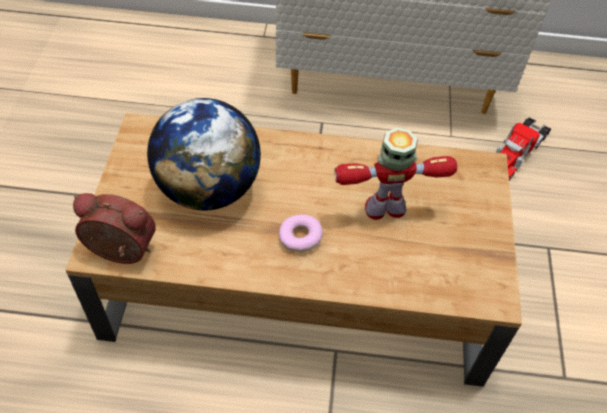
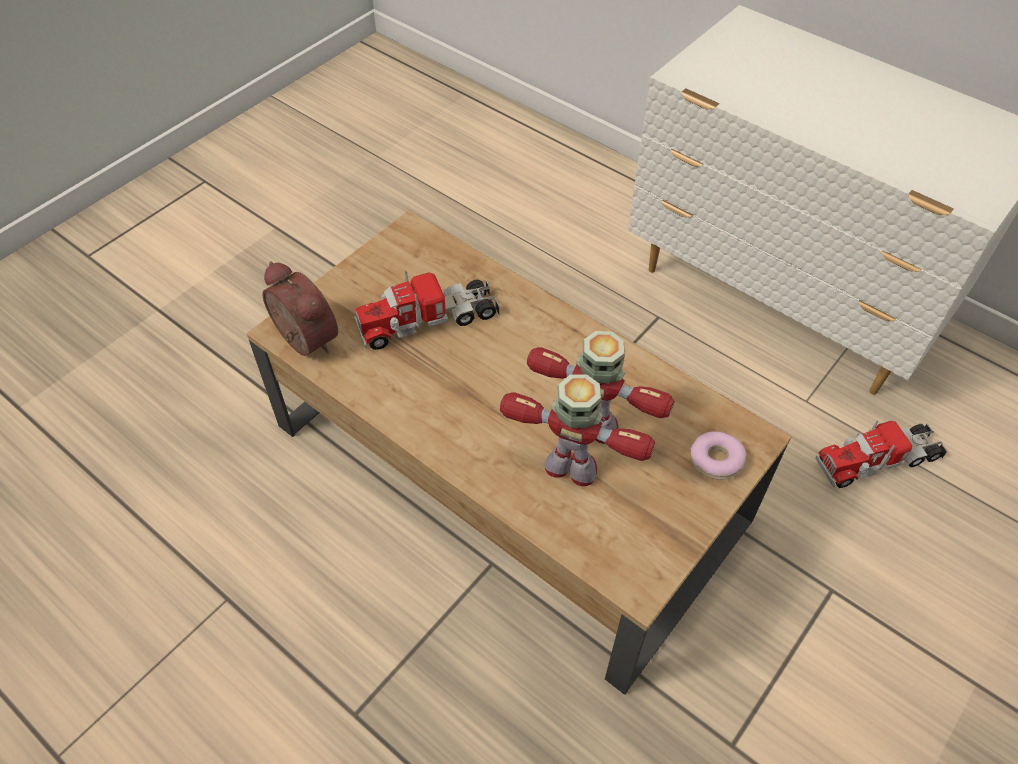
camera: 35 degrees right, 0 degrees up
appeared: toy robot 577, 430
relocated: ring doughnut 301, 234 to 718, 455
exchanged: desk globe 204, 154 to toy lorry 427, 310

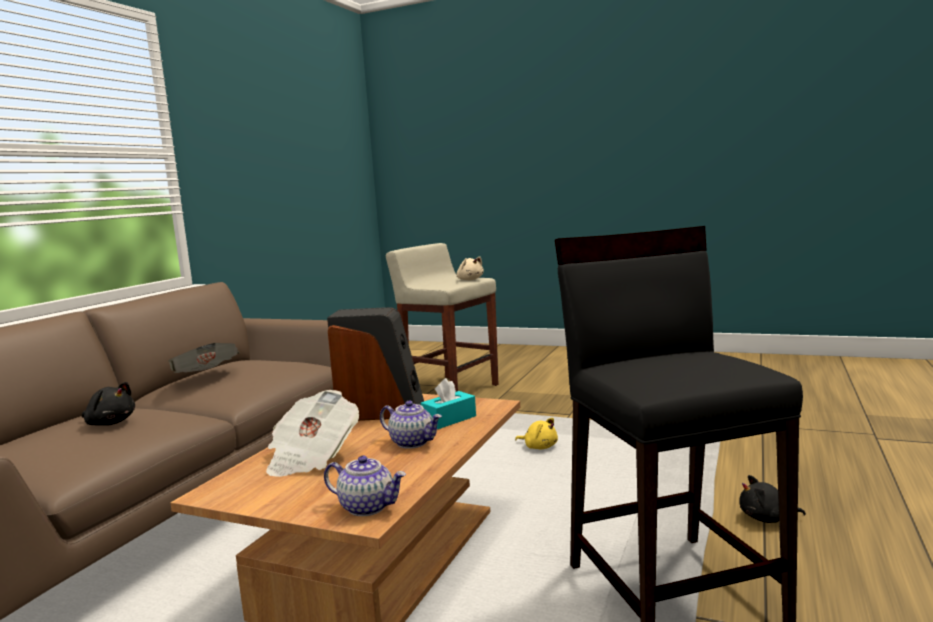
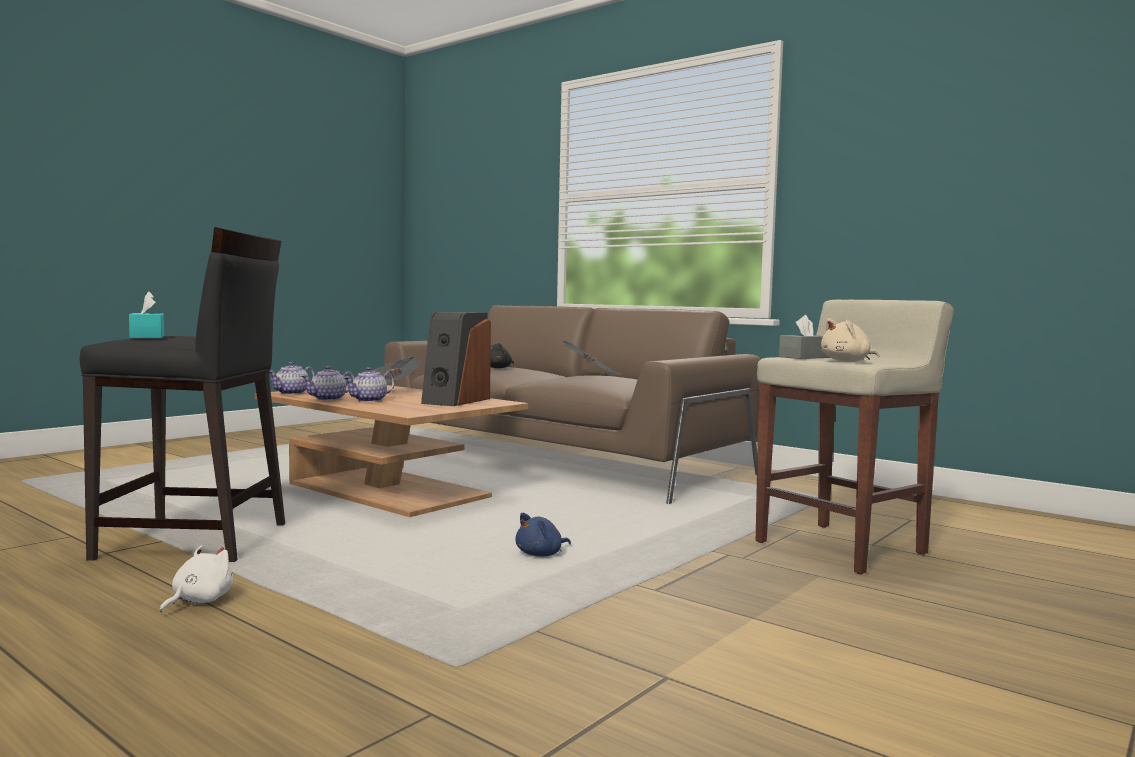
camera: 105 degrees right, 5 degrees down
appeared: pot for tea 328, 383; grey tissue holder 804, 337
relocated: blue-green tissue holder 448, 403 to 146, 314
colour: yellow soft toy 536, 433 to blue soft toy 543, 534; black-coloured soft toy 772, 499 to whitish soft toy 196, 578

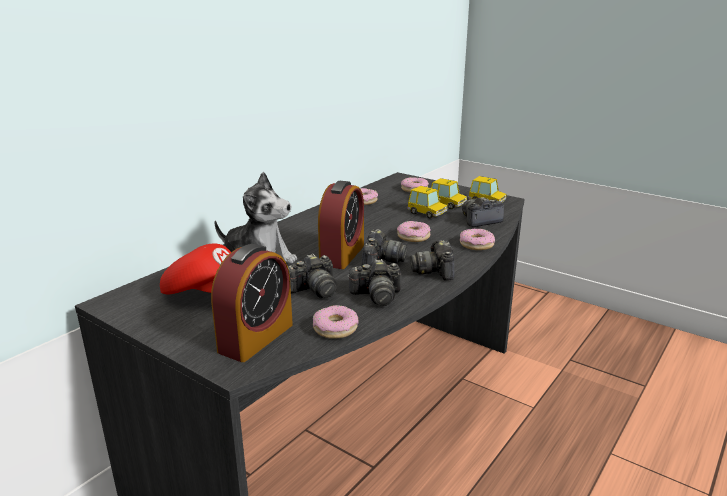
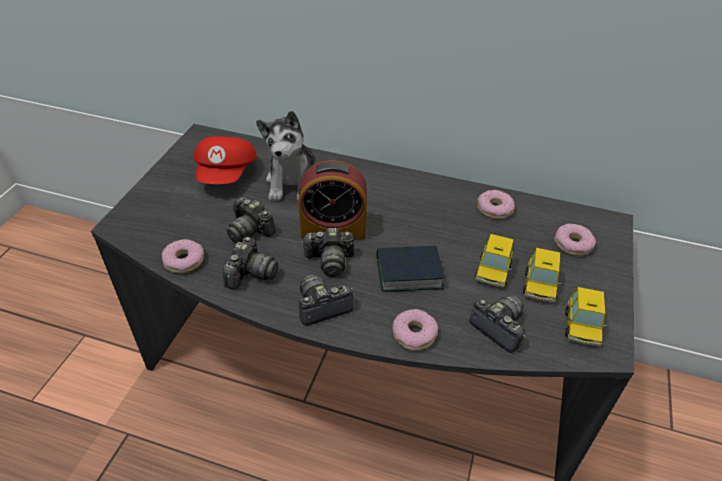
camera: 70 degrees right, 20 degrees up
missing: bedside clock 252, 303
exchanged: ring doughnut 413, 231 to book 410, 269
spun: photo camera 374, 282 = 250, 263 135 degrees counterclockwise

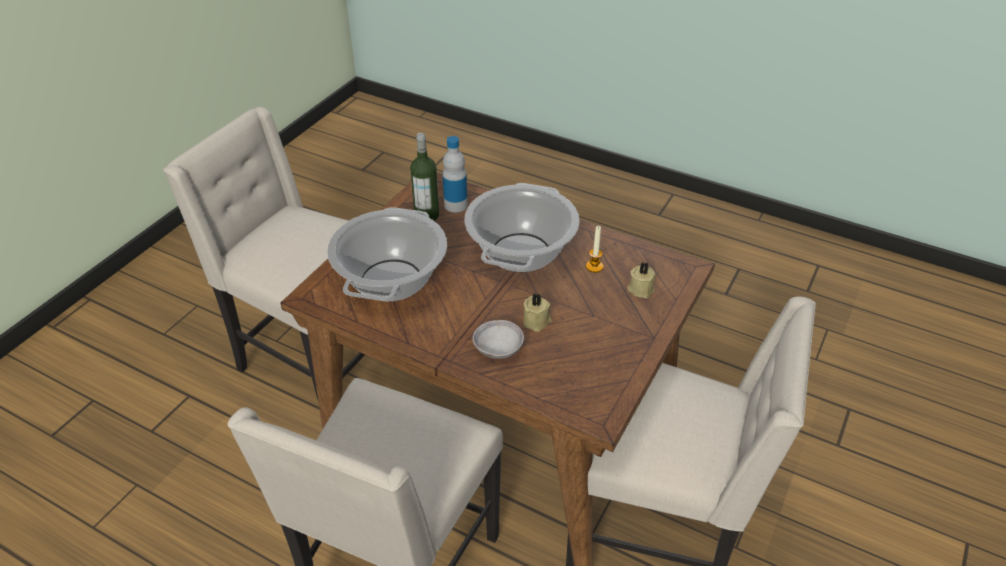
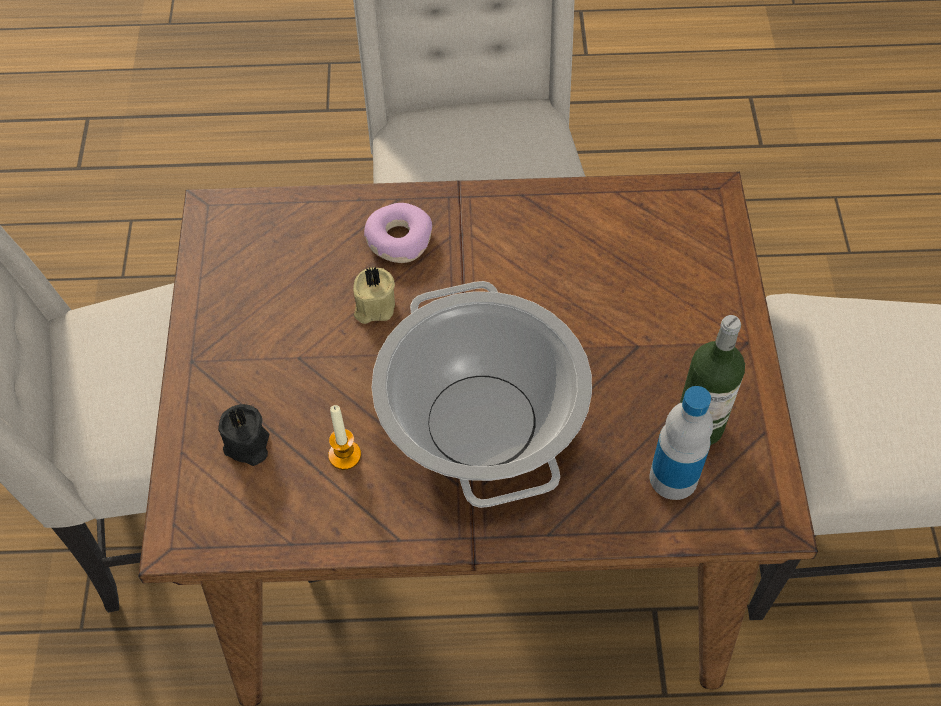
camera: 150 degrees right, 15 degrees up
missing: saucepot 387, 254
exchanged: grey deep dish 498, 339 to ring doughnut 398, 233
colour: beige-coloured candle 641, 280 to black-coloured candle 243, 435

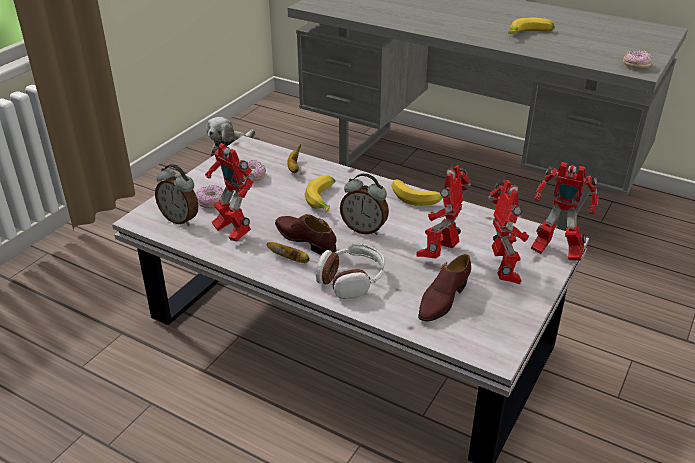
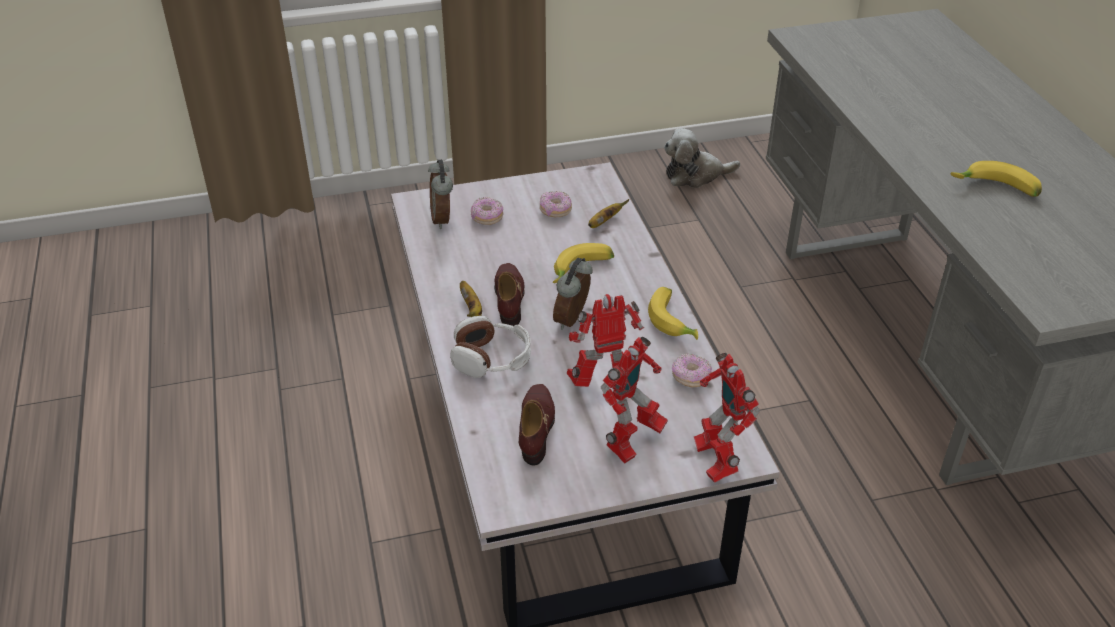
camera: 45 degrees right, 5 degrees up
missing: toy robot 229, 192
relocated: ring doughnut 637, 60 to 692, 370
spun: bedside clock 364, 204 = 573, 294 45 degrees clockwise; brown shoe 444, 287 = 537, 425 105 degrees clockwise

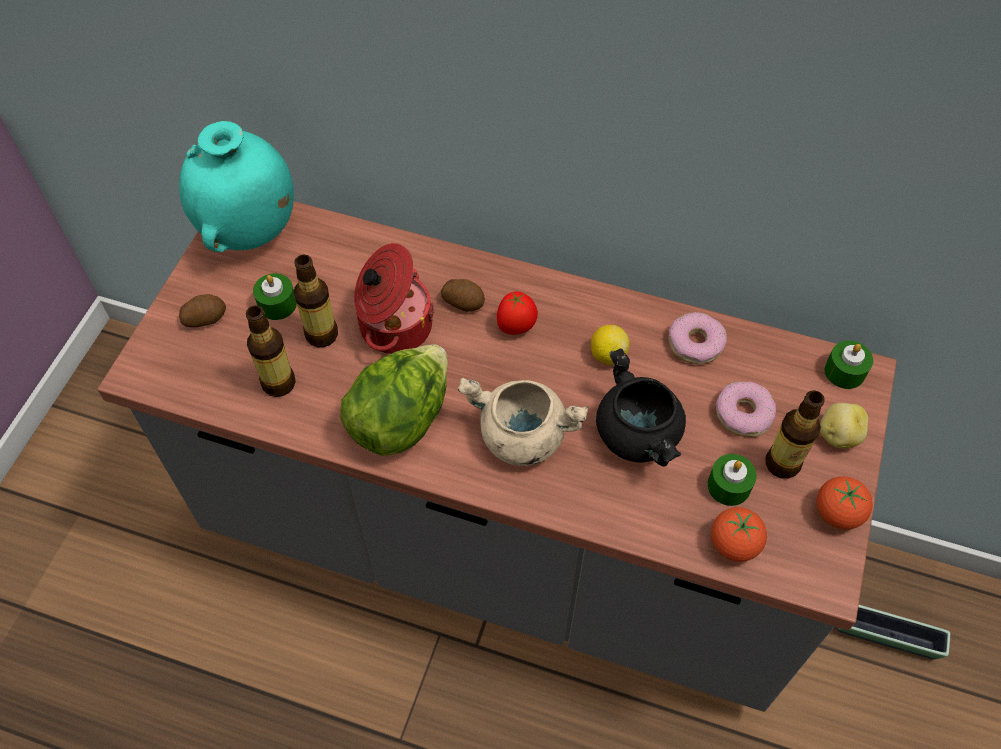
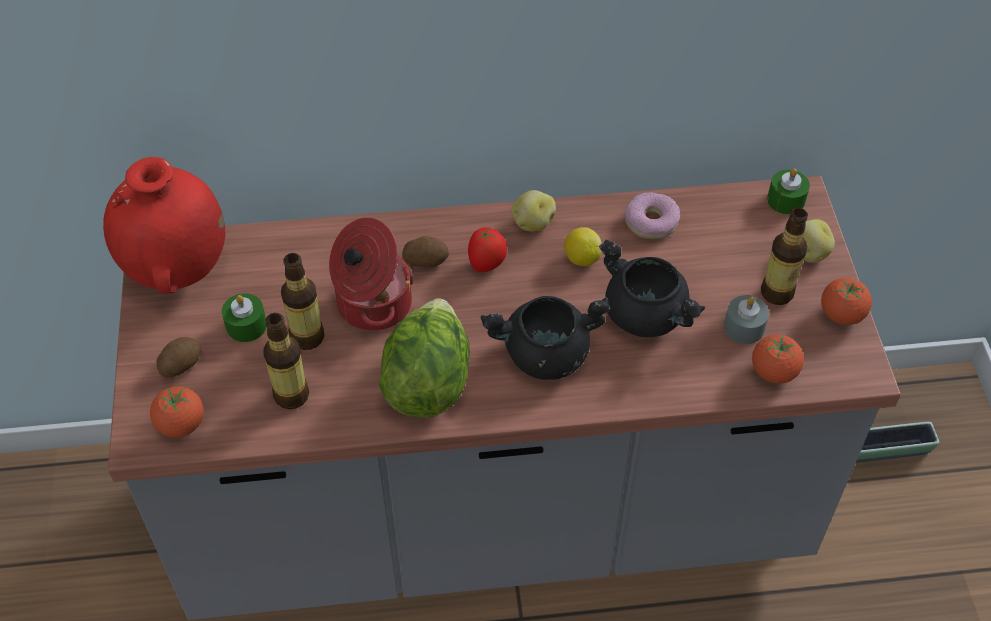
camera: 25 degrees left, 5 degrees down
missing: ring doughnut 746, 409
appeared: fresh tomato 177, 411; potato 533, 210
colour: blue-green flower vase 236, 186 to red flower vase 164, 225; beige-coloured saucepot 523, 422 to black-coloured saucepot 546, 338; green-coloured candle 732, 480 to grey candle 746, 319

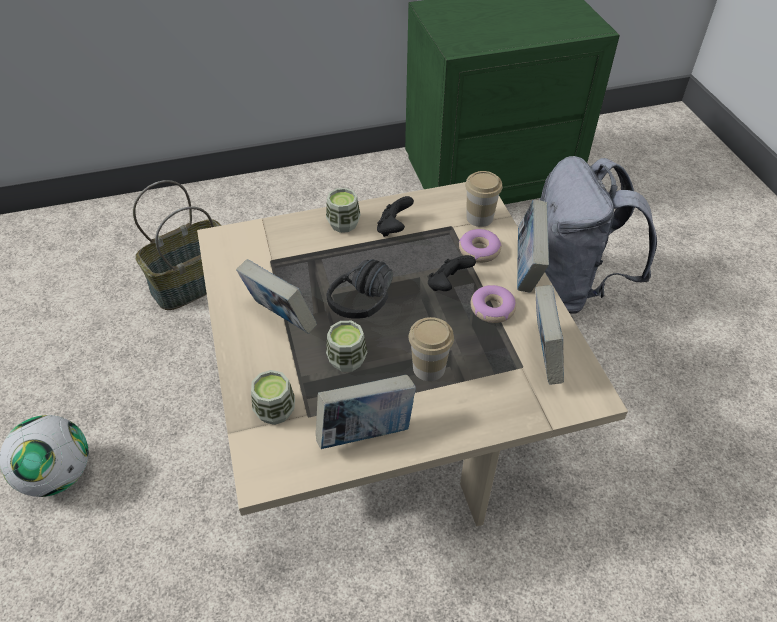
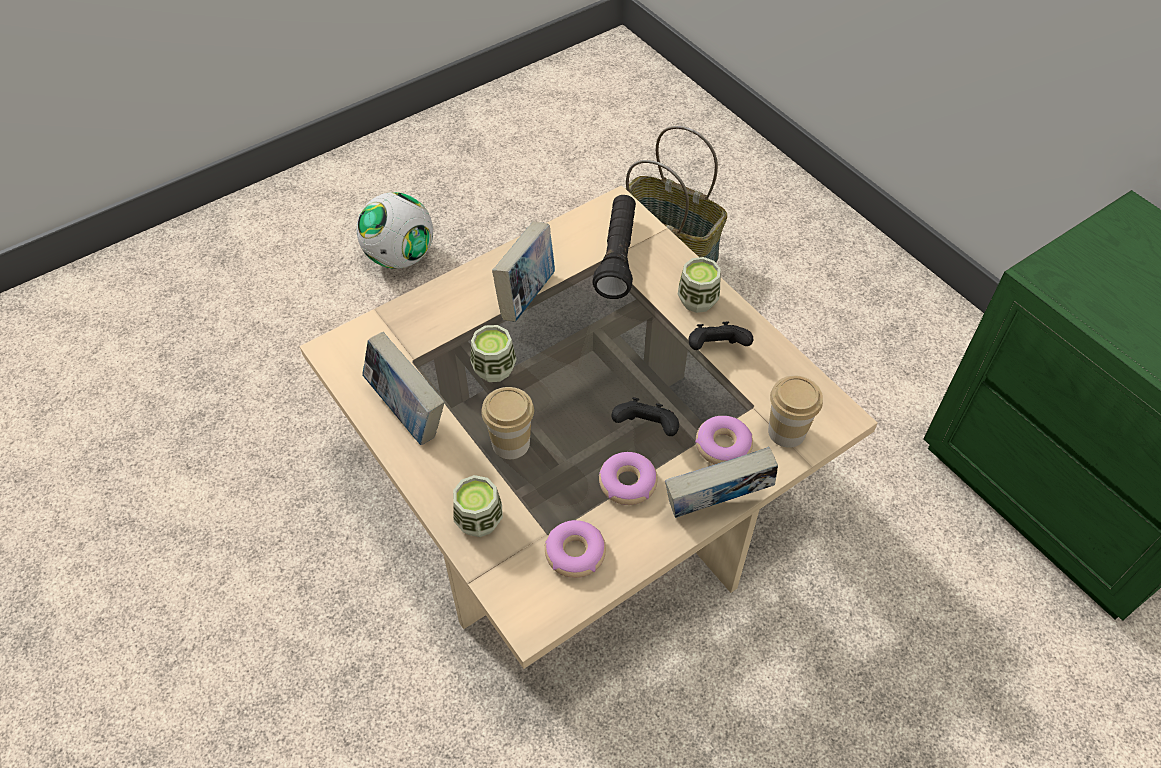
camera: 70 degrees right, 5 degrees up
missing: black-coloured pair of headphones 359, 289; grey backpack 598, 235
appeared: black-coloured torch 614, 247
relocated: small cup 273, 397 to 478, 506
exchanged: book 549, 335 to ring doughnut 575, 549

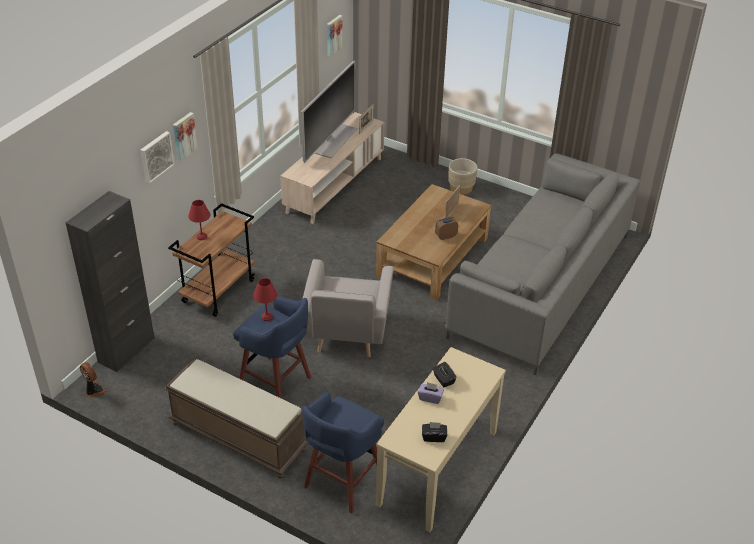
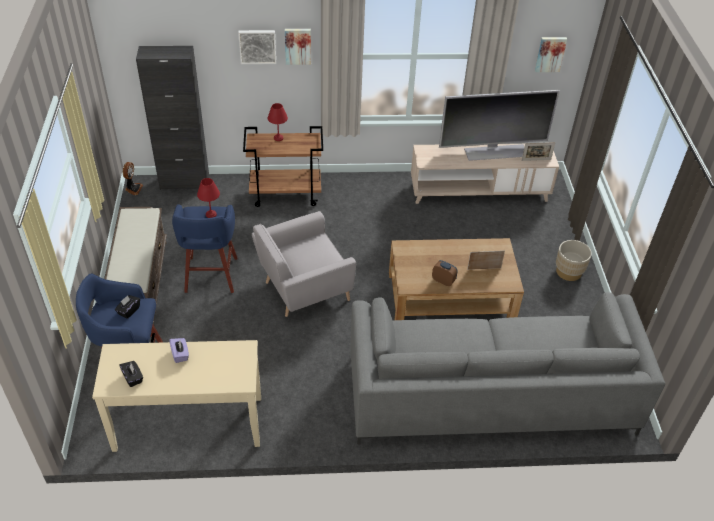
camera: 55 degrees right, 5 degrees up
relocated: black-coloured tissue holder 445, 374 to 127, 307

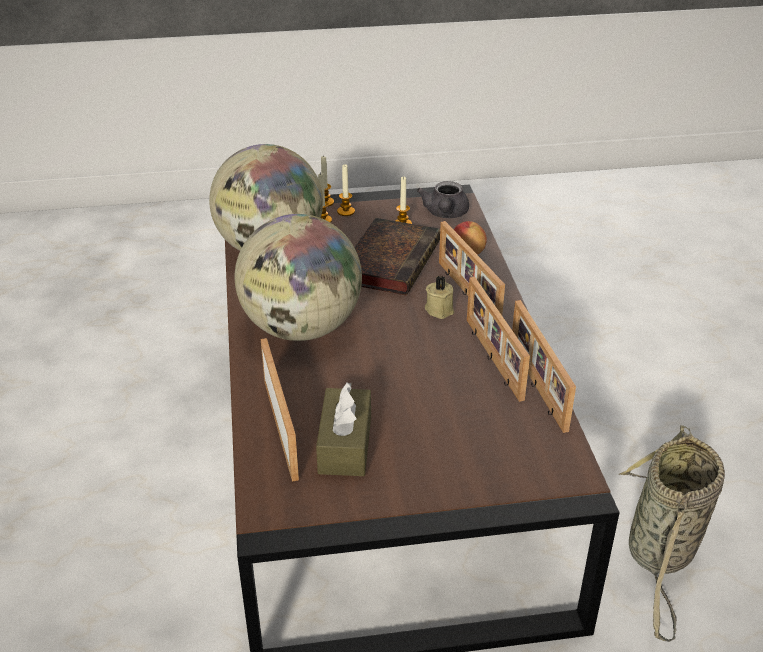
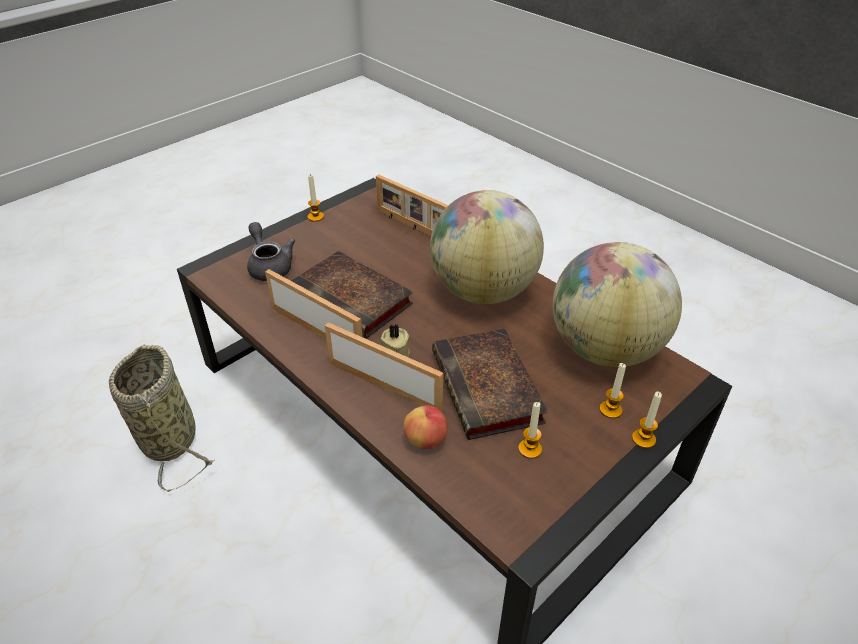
camera: 145 degrees right, 5 degrees up
missing: brown tissue holder 343, 429; picture frame 544, 366
appeared: book 352, 295
relocated: candle 346, 190 to 316, 198; grey pot for tea 443, 199 to 271, 251

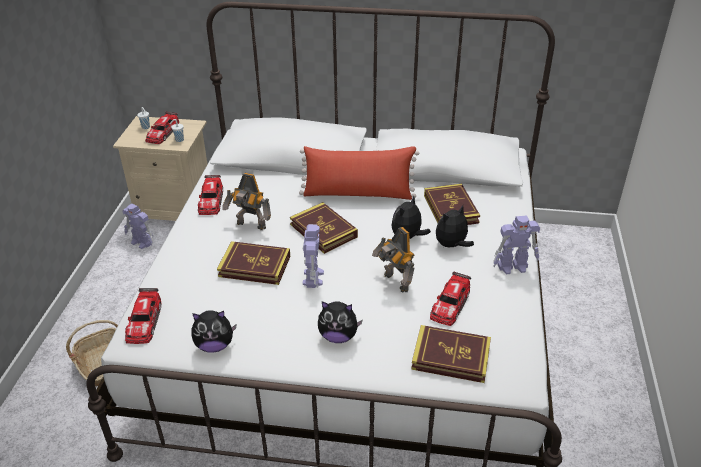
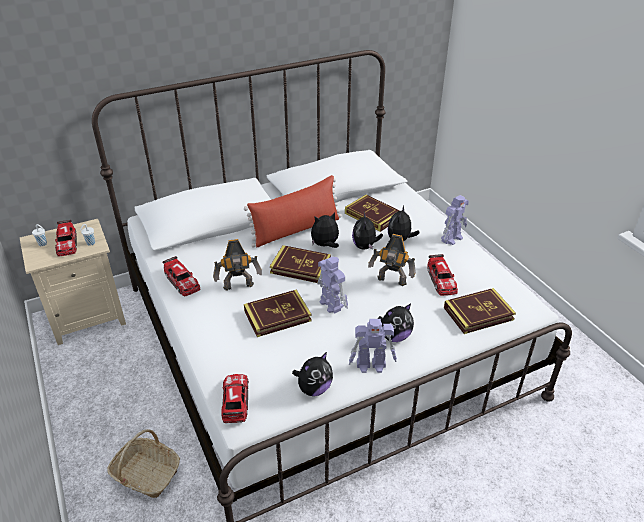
camera: 35 degrees left, 0 degrees up
appeared: soft toy 325, 230
relocated: toy robot 138, 226 to 373, 346
spun: toy car 143, 316 = 235, 398 150 degrees counterclockwise

